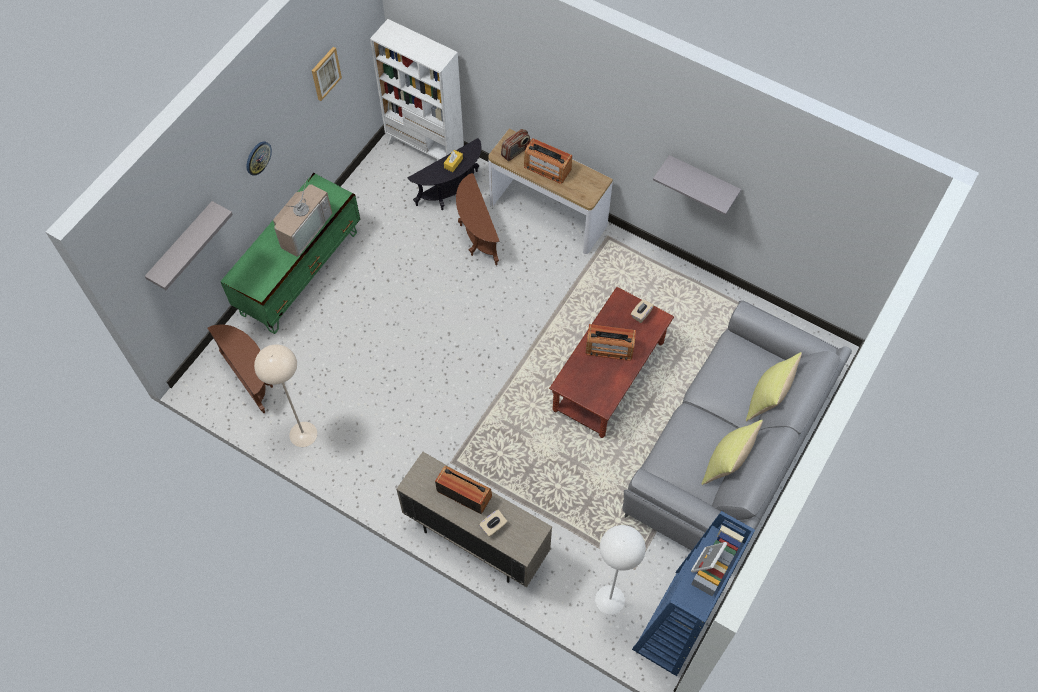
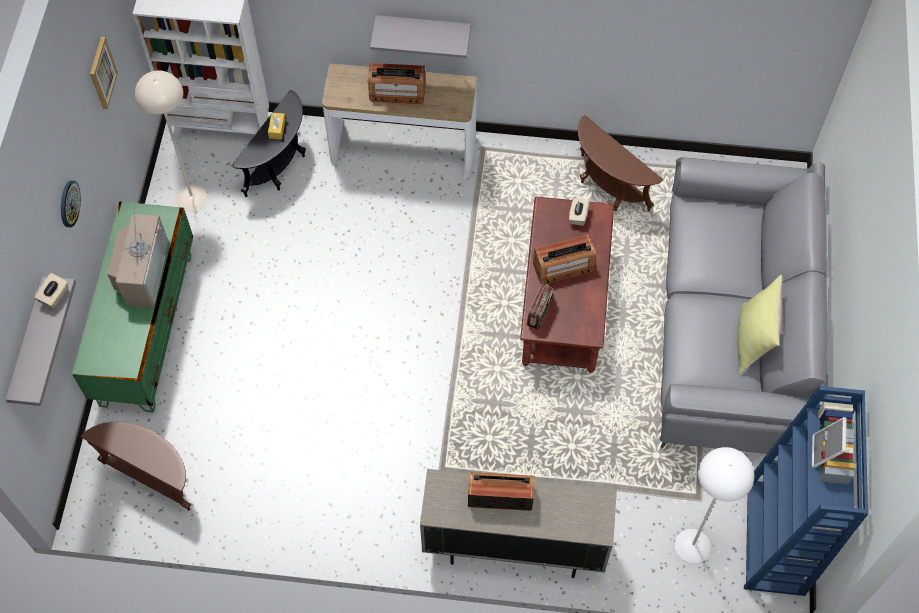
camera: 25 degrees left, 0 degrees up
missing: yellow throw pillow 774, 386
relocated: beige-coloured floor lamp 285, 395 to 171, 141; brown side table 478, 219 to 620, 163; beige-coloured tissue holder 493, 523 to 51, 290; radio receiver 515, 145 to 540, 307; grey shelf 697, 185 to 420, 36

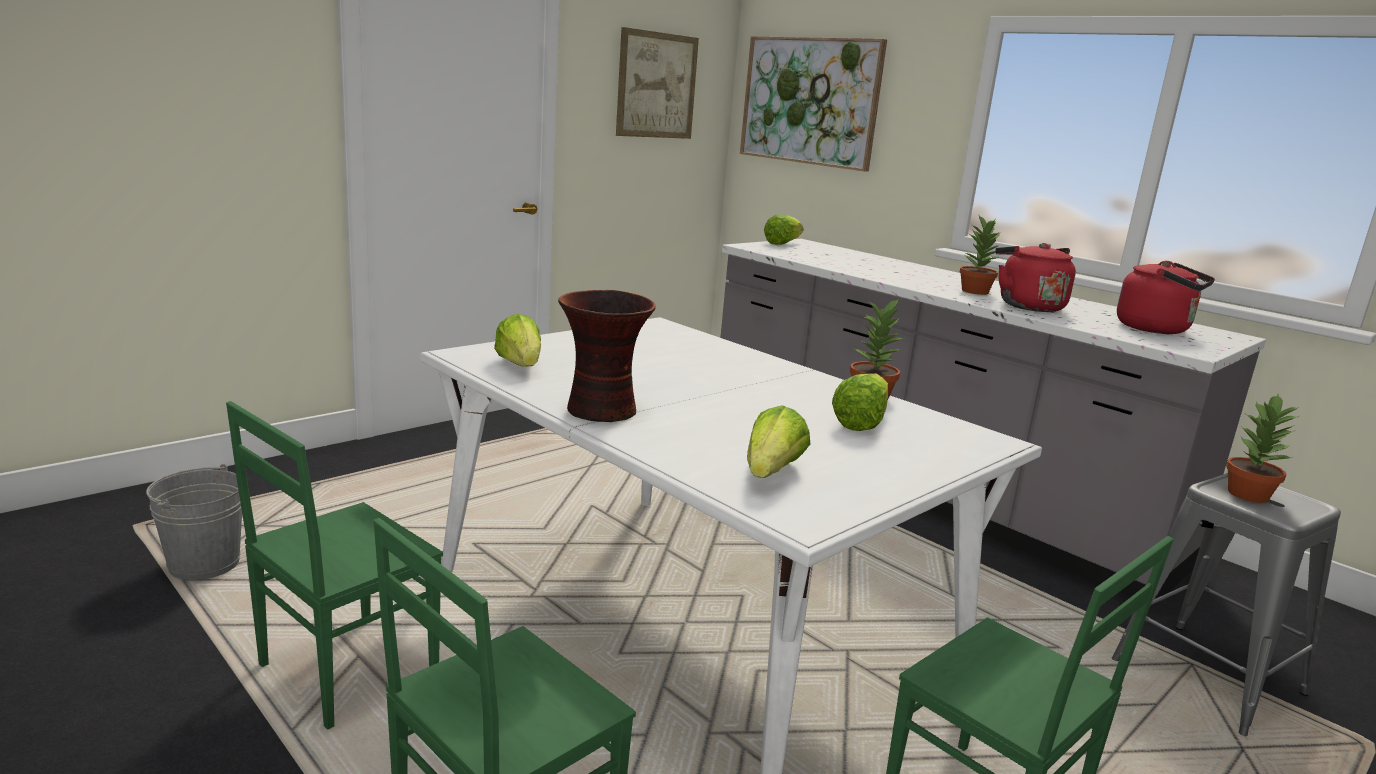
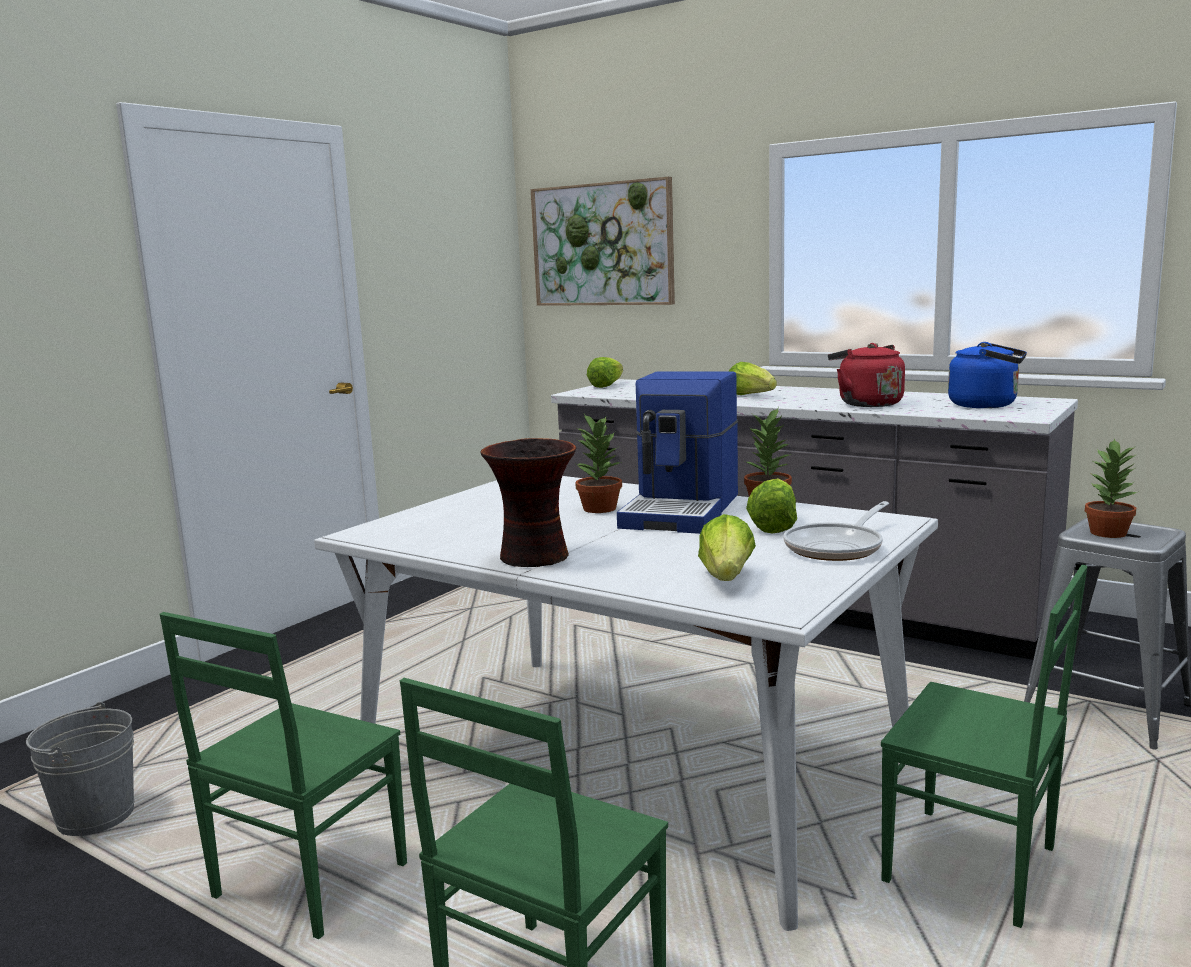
camera: 10 degrees left, 5 degrees down
missing: wall art 657, 83
appeared: coffee machine 677, 452; frying pan 836, 531
relocated: lettuce head 517, 340 to 753, 378; plant in a pot 980, 255 to 598, 463
colour: red water kettle 1166, 297 to blue water kettle 987, 375

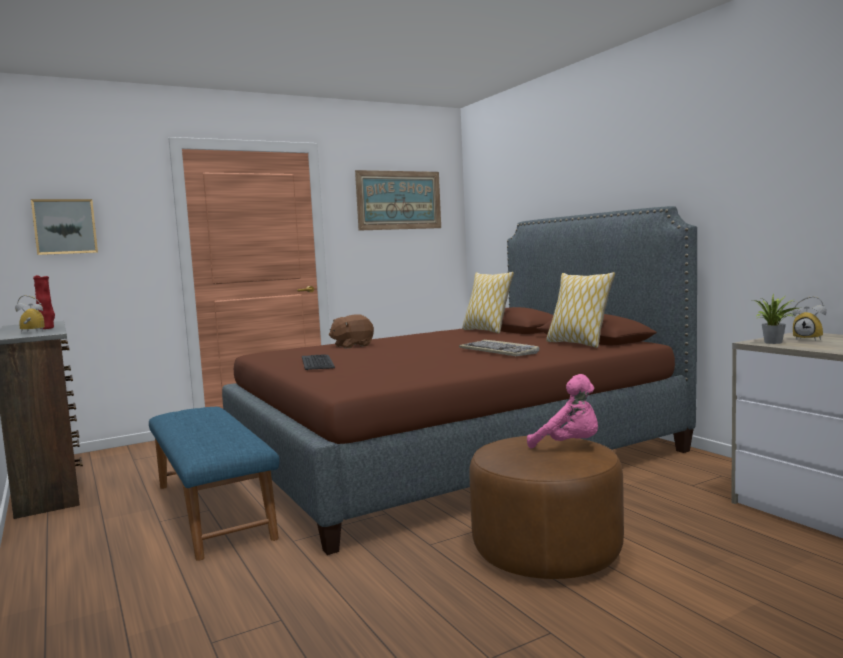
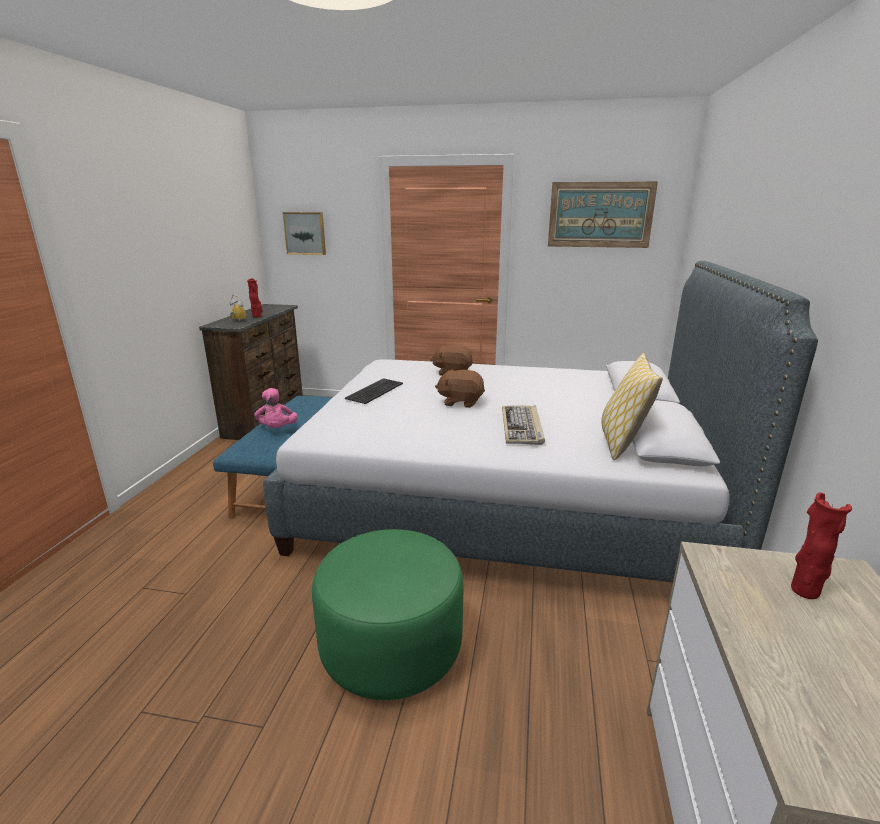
camera: 40 degrees right, 15 degrees up
missing: throw pillow 488, 303; plant in a pot 775, 319
appeared: brown soft toy 460, 388
relocated: pink soft toy 562, 411 to 276, 408
exchanged: bedside clock 809, 318 to red flower vase 821, 545
colour: brown bed 459, 380 to grey bed 540, 421; brown footrest 546, 507 to green-coloured footrest 388, 614

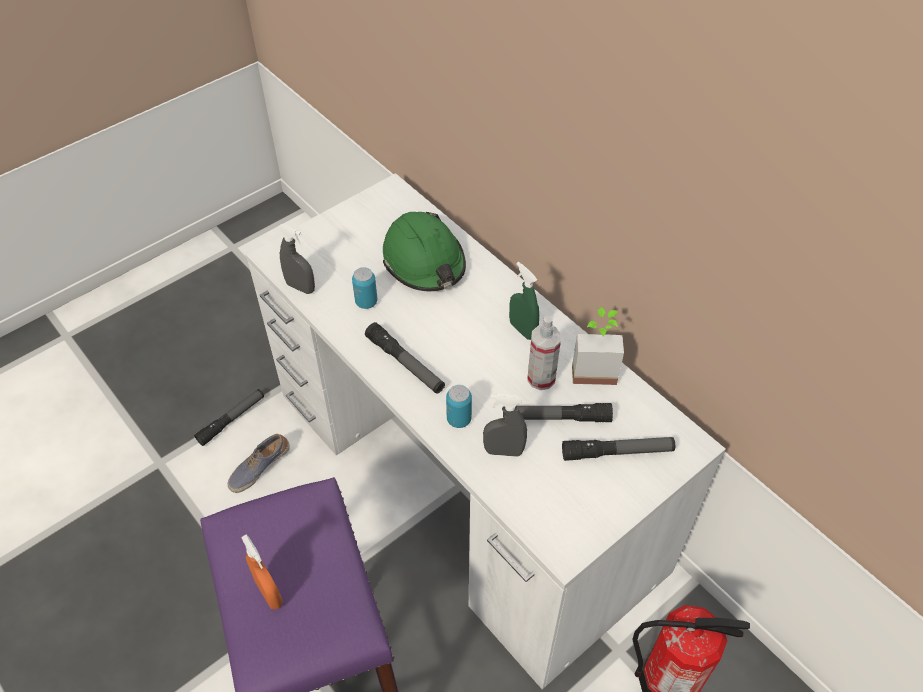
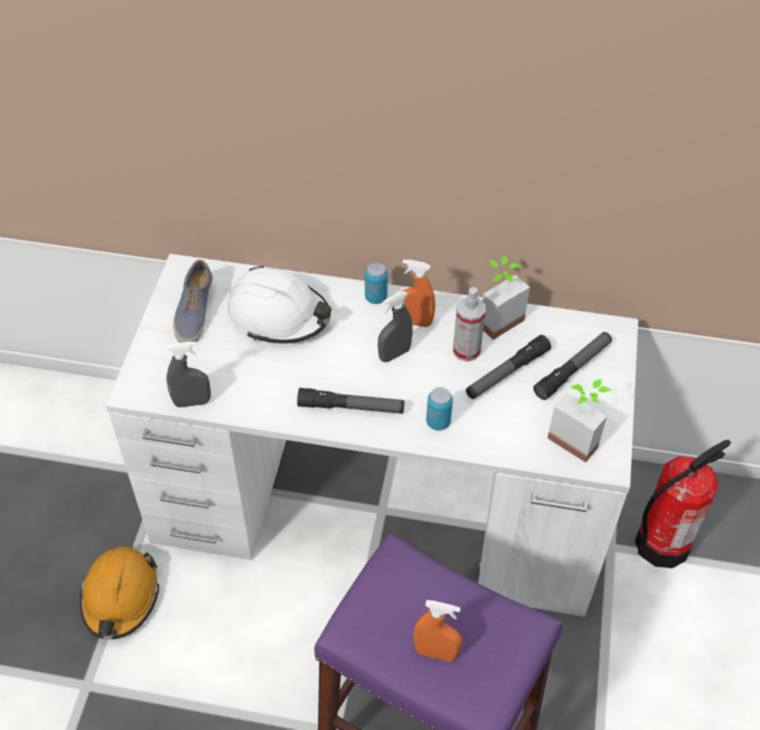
camera: 40 degrees left, 0 degrees up
appeared: plant in a pot 579, 421
relocated: shoe 259, 463 to 193, 301; metal can 364, 288 to 376, 283; grey hand sprayer 505, 425 to 395, 326
exchanged: torch 229, 417 to orange safety helmet 119, 593
colour: green-coloured safety helmet 424, 251 to whitish safety helmet 279, 304; green-coloured hand sprayer 524, 301 to orange hand sprayer 418, 293

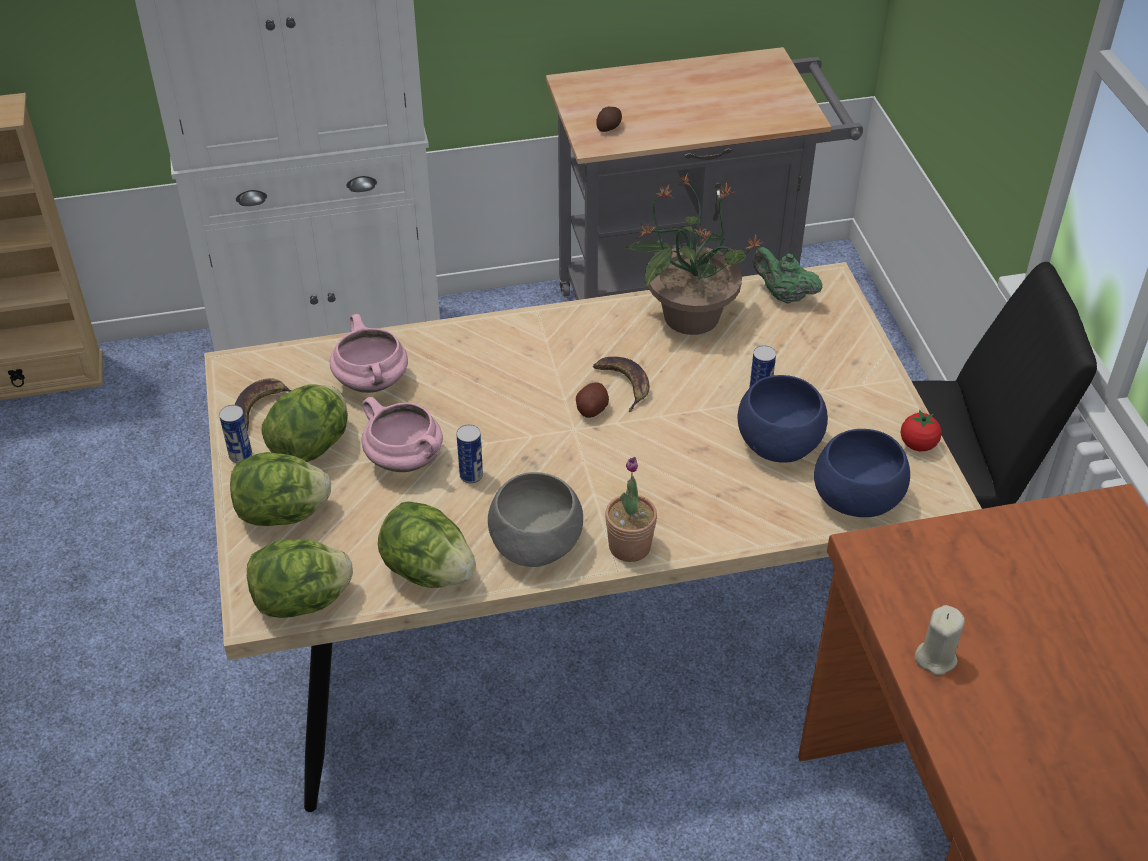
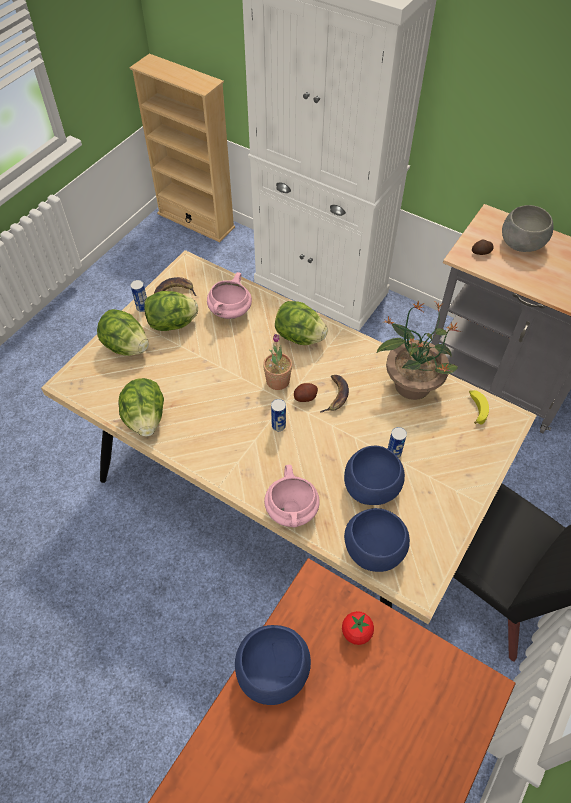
camera: 45 degrees right, 10 degrees up
relocated: lettuce head 300, 578 to 301, 323; pink saucepot 402, 434 to 292, 496; metal can 469, 454 to 278, 415; grey deep dish 535, 519 to 528, 228; plant in a pot 631, 509 to 277, 362; fresh tomato 921, 430 to 358, 628
exchanged: green-coloured pot for tea 787, 275 to whole banana 479, 407; beige-coloured candle 940, 640 to blue deep dish 273, 665

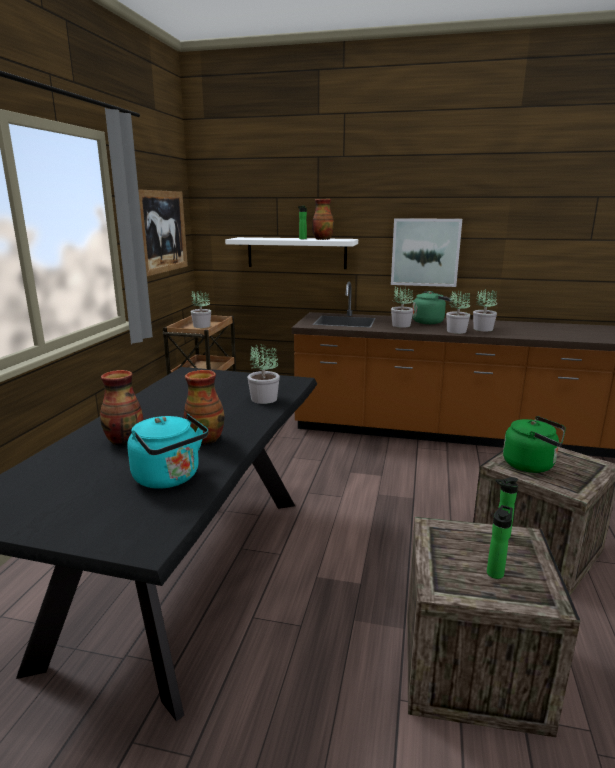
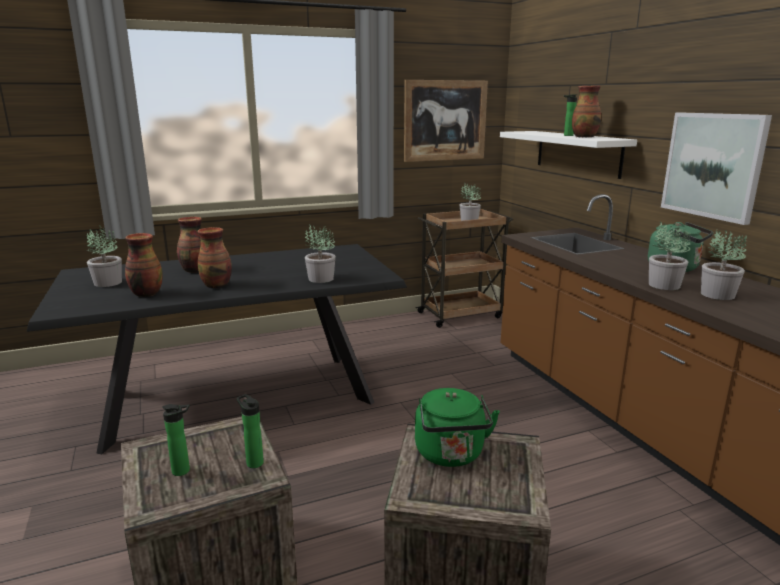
camera: 55 degrees right, 0 degrees up
relocated: plant in a pot 402, 306 to 104, 256
exchanged: blue-green water kettle 167, 451 to flower vase 144, 265

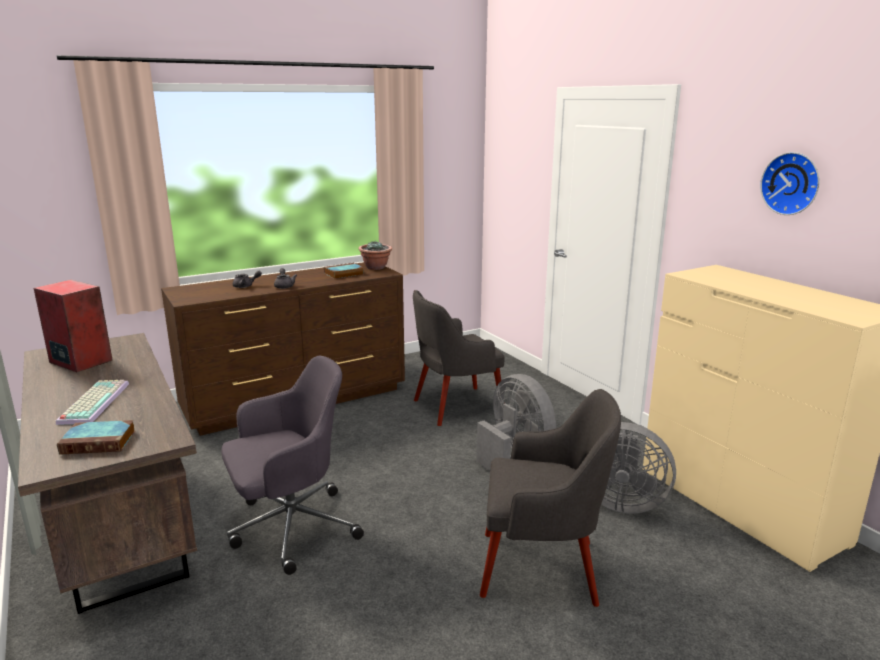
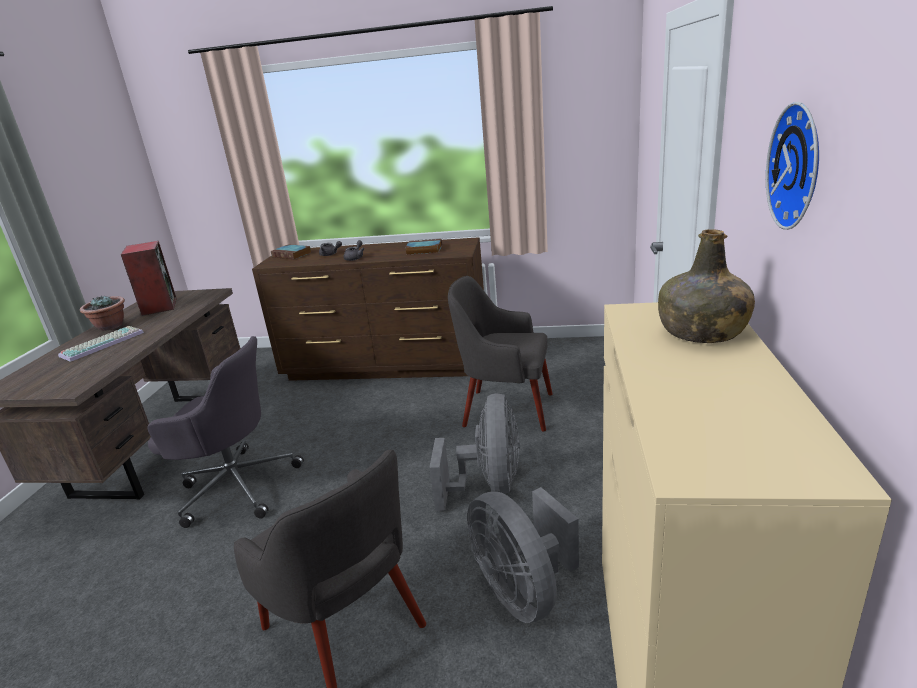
camera: 40 degrees right, 5 degrees up
appeared: green-coloured drink bottle 706, 286
relocated: book 96, 437 to 291, 252; plant in a pot 375, 255 to 102, 313

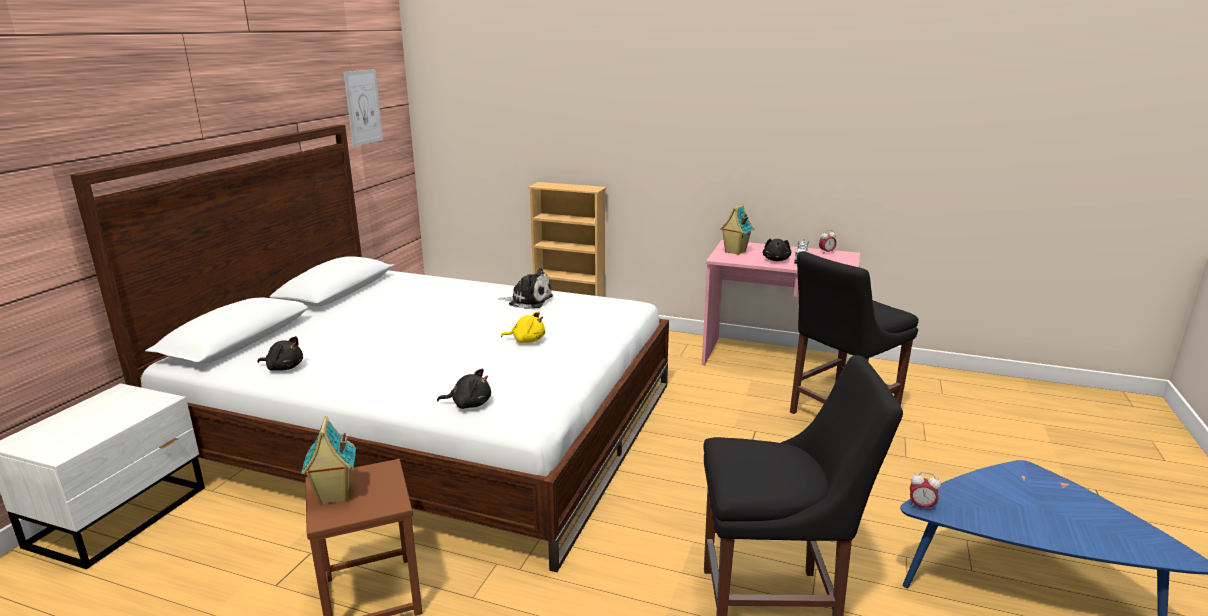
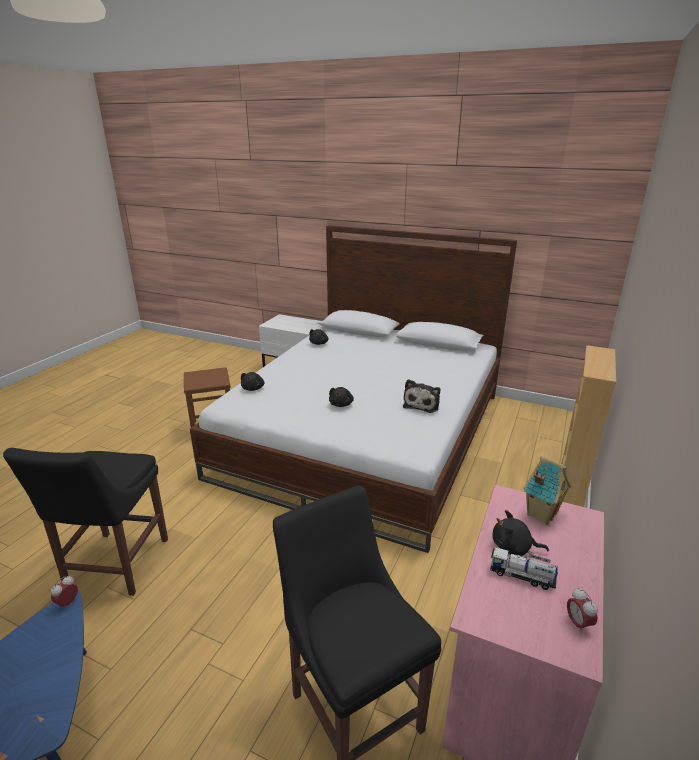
camera: 95 degrees right, 5 degrees up
missing: miniature house 328, 460; wall art 363, 108
colour: yellow soft toy 523, 327 to black-coloured soft toy 341, 397

